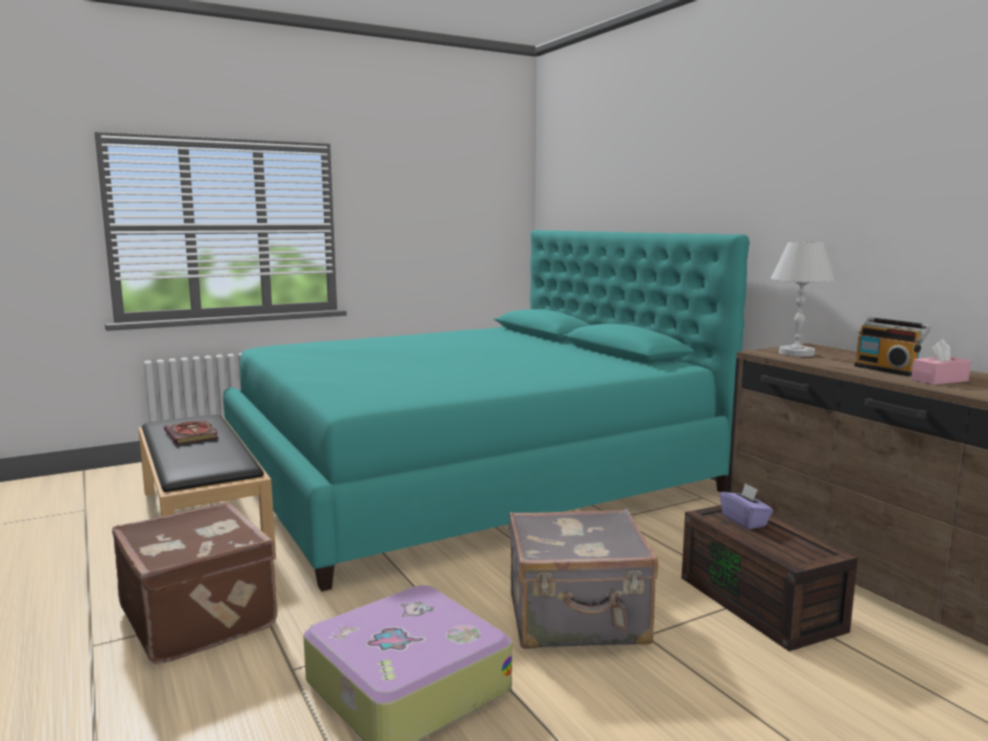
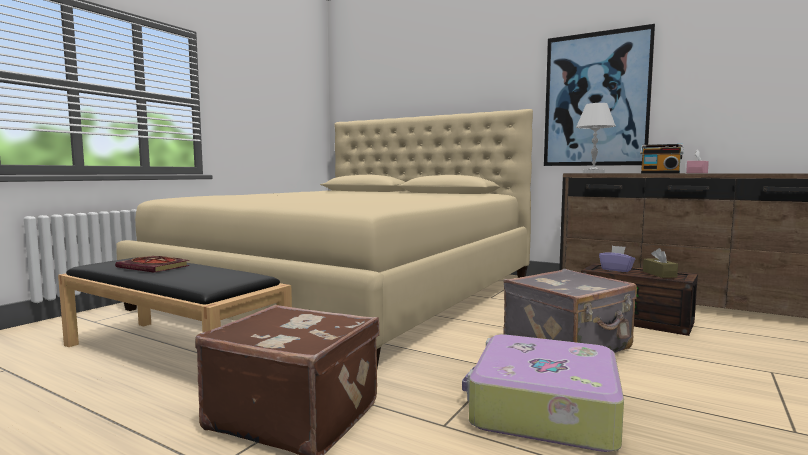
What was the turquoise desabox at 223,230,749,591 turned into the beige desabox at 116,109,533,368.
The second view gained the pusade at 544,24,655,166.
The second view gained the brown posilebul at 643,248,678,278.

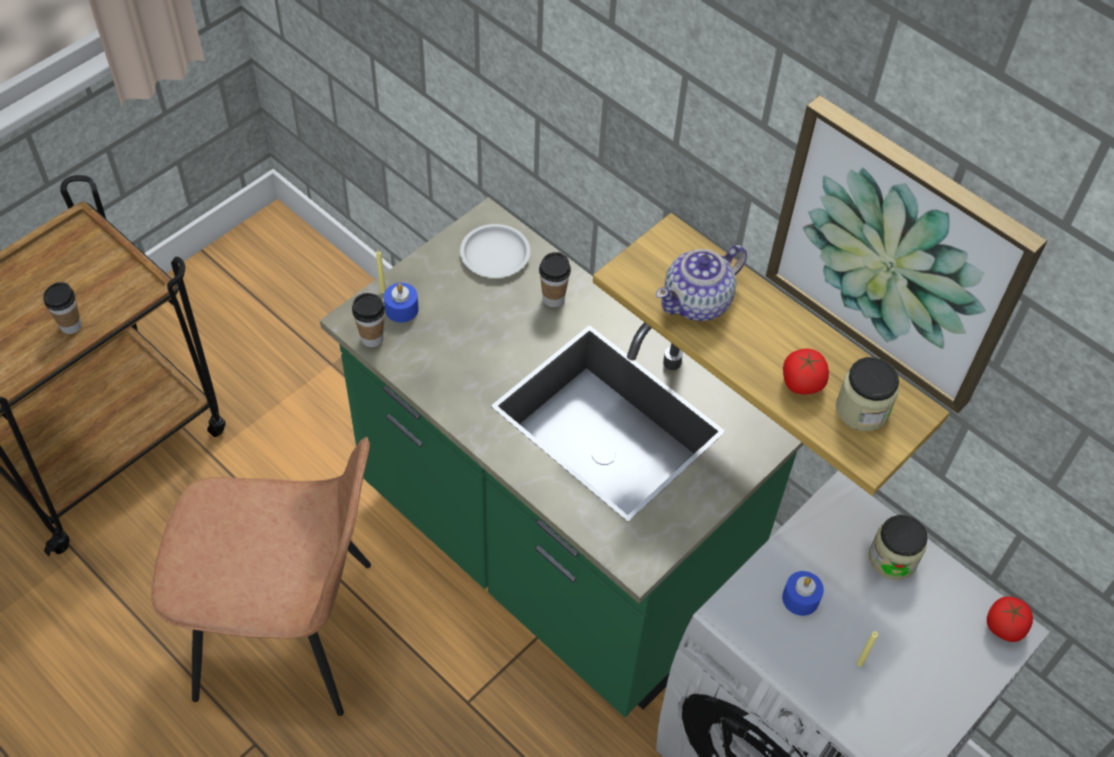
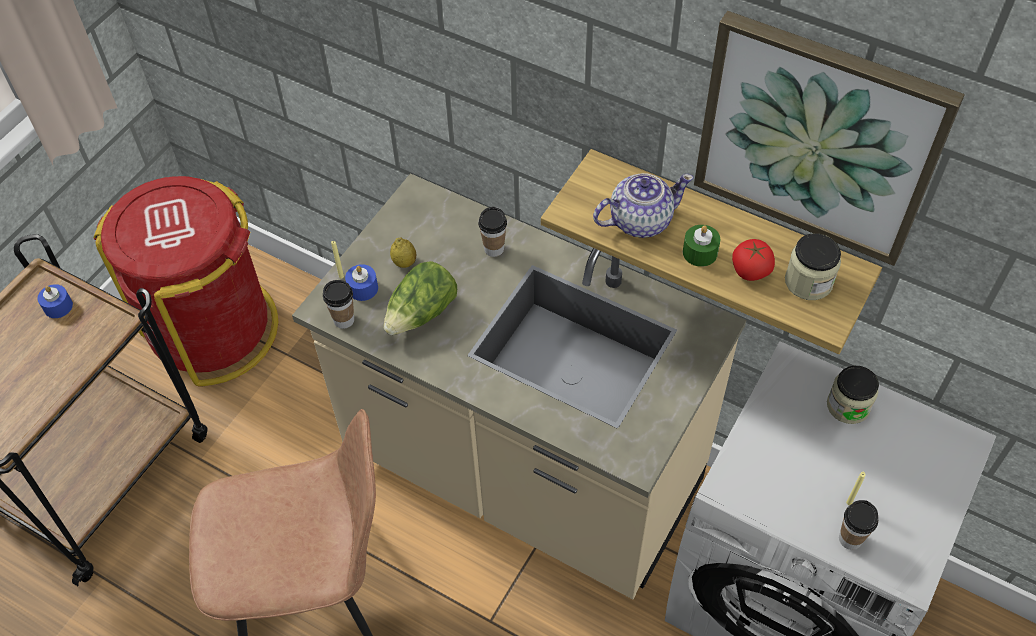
The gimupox ended up elsewhere, having gone from 43,282,82,334 to 839,500,878,550.
What was the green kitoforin at 320,197,804,717 turned into the beige kitoforin at 292,173,746,599.
The second view lost the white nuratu at 460,224,530,278.
The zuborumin at 656,245,747,321 ended up facing another way, 150 degrees counterclockwise from before.
The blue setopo ended up elsewhere, having gone from 782,571,824,616 to 37,284,73,318.
The second view lost the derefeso at 987,596,1033,642.
The second view gained the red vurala at 94,176,278,386.
The second view gained the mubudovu at 384,261,457,335.
The second view gained the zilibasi at 390,237,416,268.
The second view gained the green setopo at 683,225,720,267.

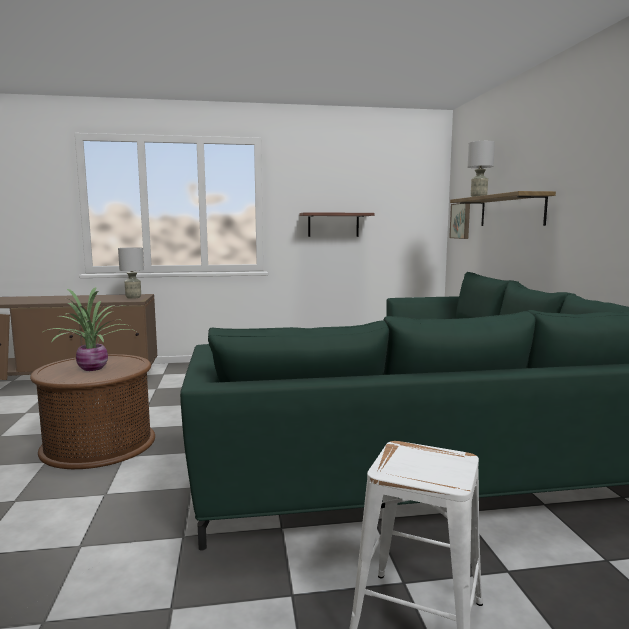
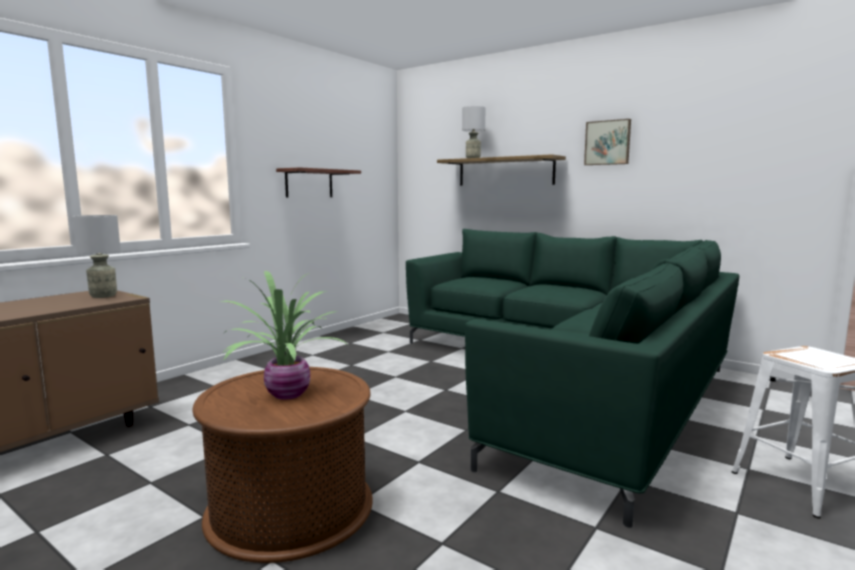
The pusade ended up elsewhere, having gone from 449,203,470,239 to 584,119,631,165.

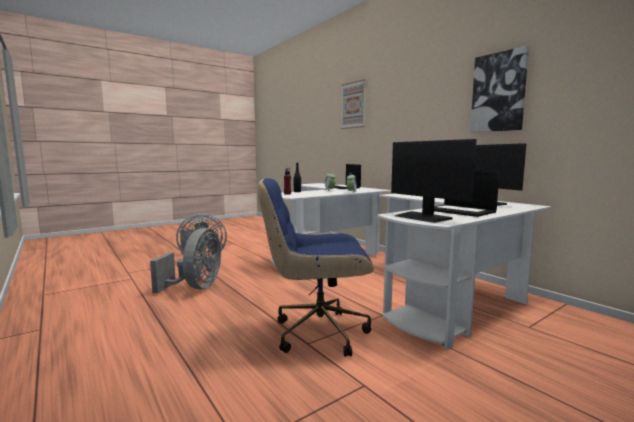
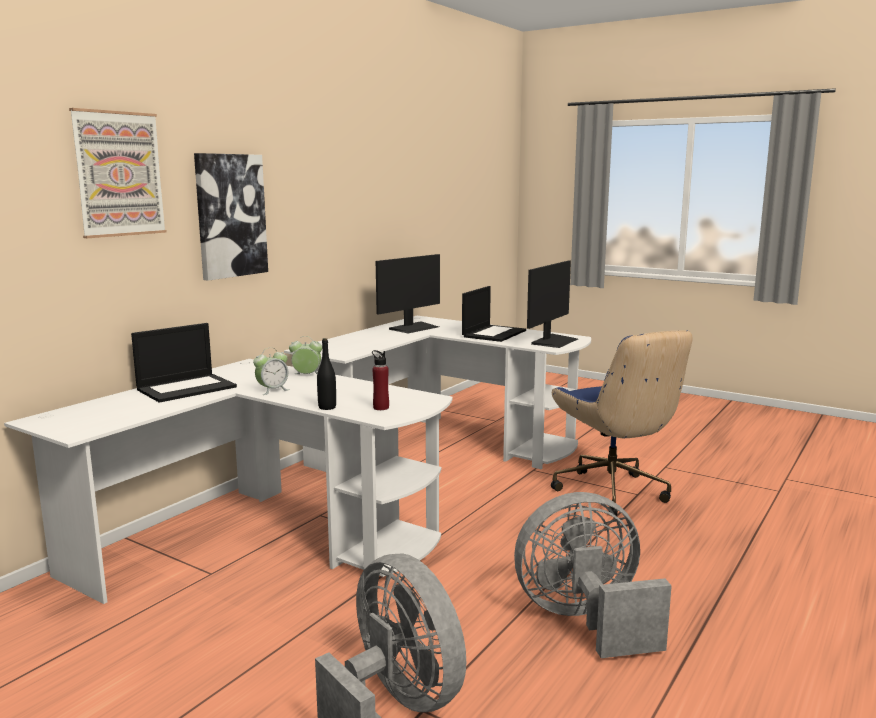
The pusade ended up elsewhere, having gone from 470,46,529,133 to 194,153,268,281.

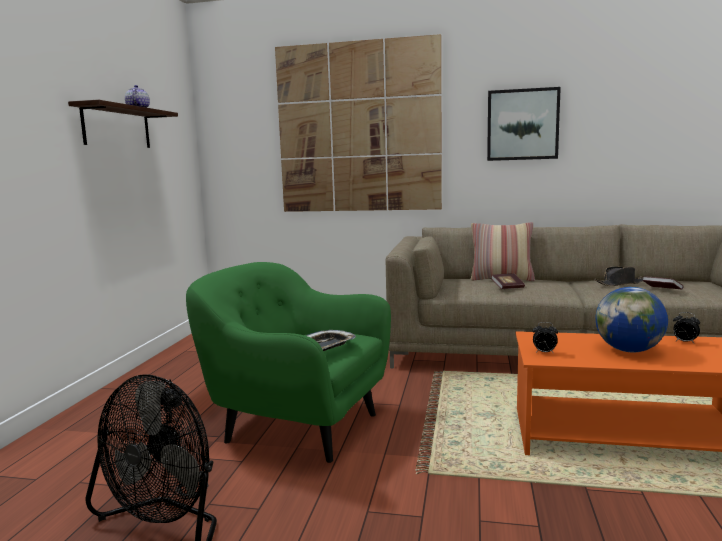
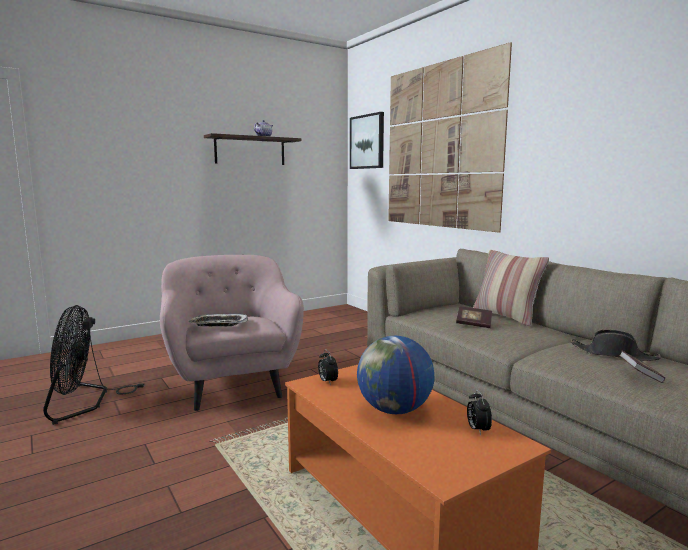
What was the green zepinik at 186,262,391,463 turned into the pink zepinik at 160,255,304,411.
The pusade ended up elsewhere, having gone from 487,87,561,161 to 350,112,384,169.

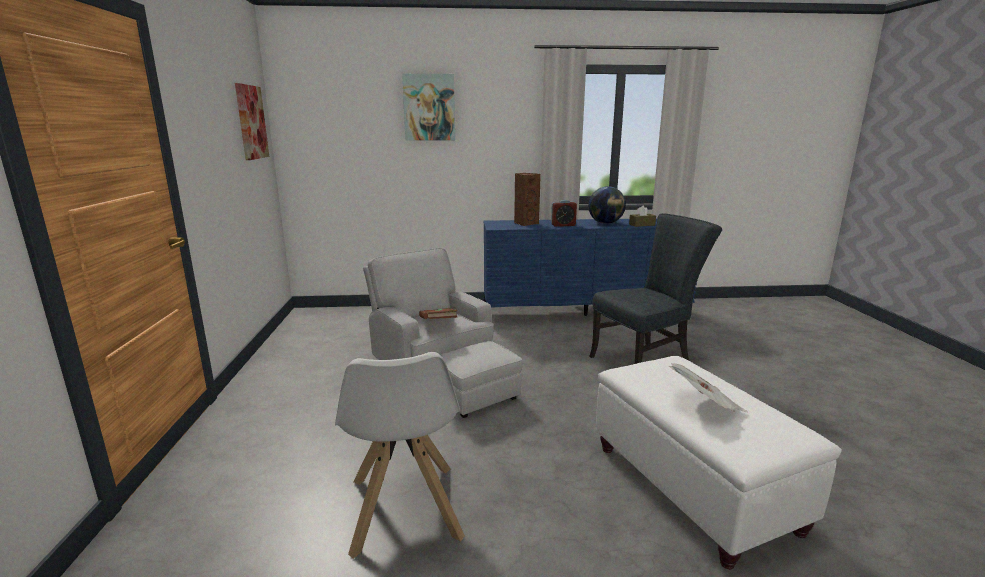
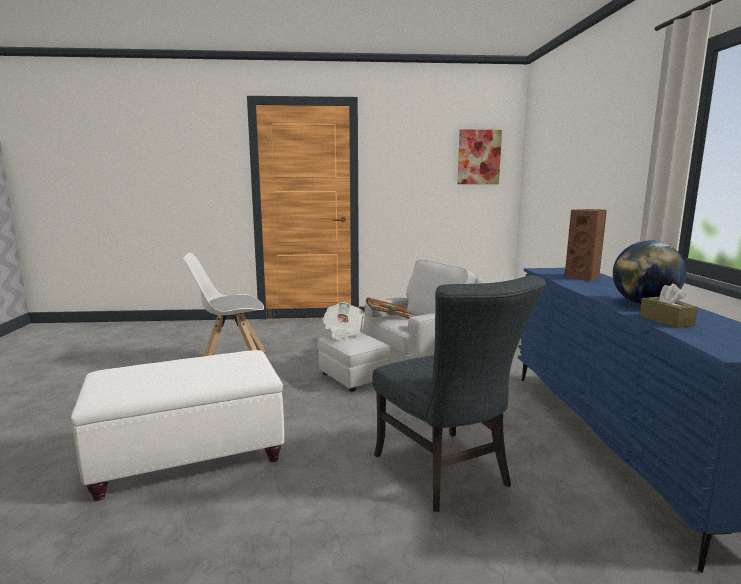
The second view lost the pusade at 402,74,455,140.
The second view lost the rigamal at 551,200,577,227.
The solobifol ended up elsewhere, having gone from 669,363,748,412 to 322,302,365,339.

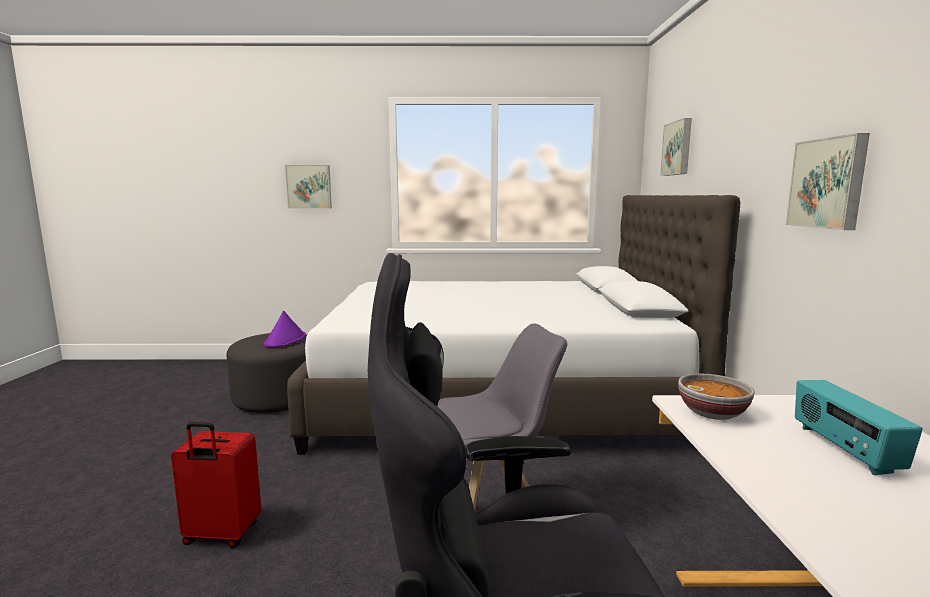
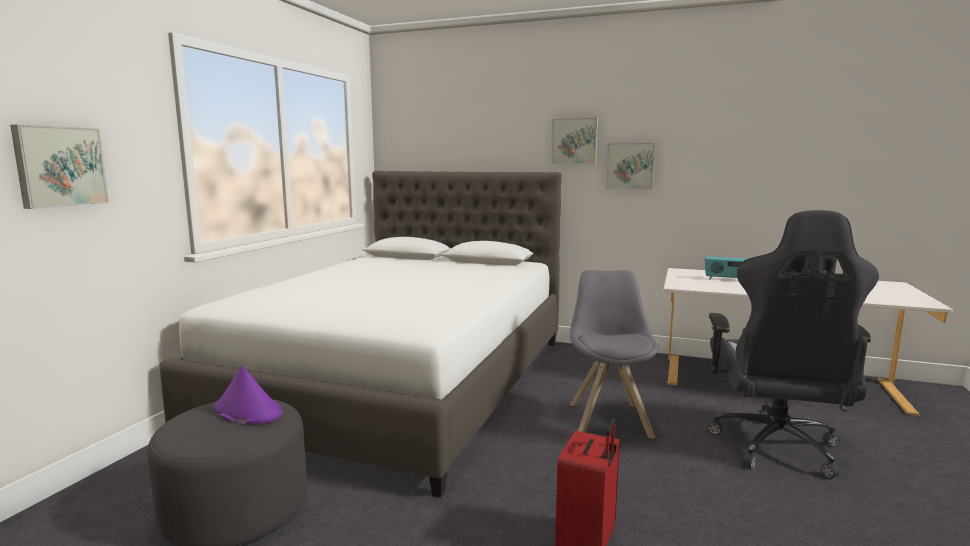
The pusade ended up elsewhere, having gone from 660,118,692,176 to 551,118,598,164.
The second view lost the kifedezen at 678,374,755,420.

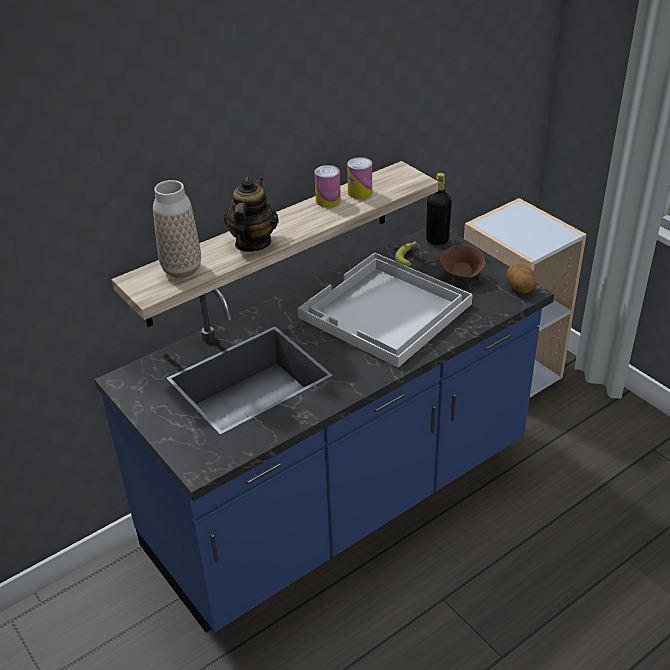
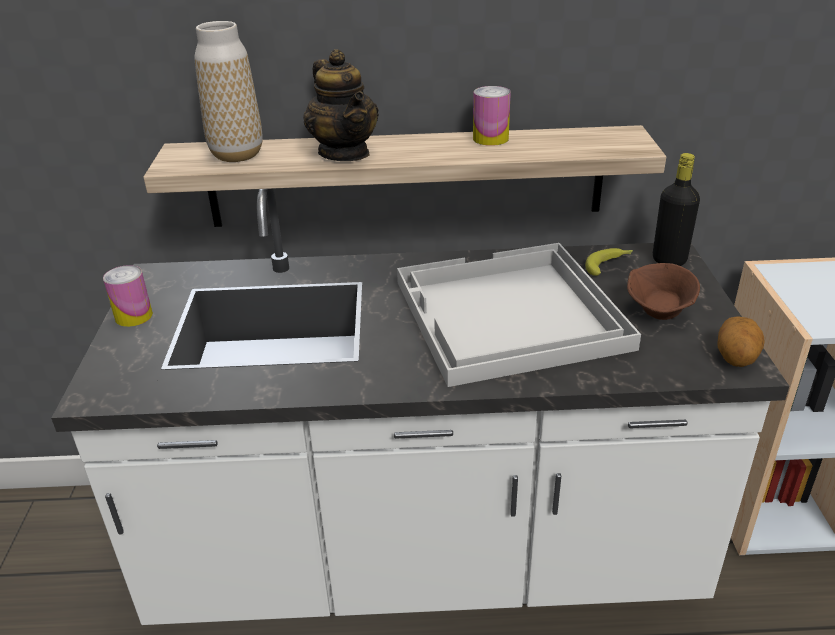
What was the blue kitoforin at 94,228,554,632 turned into the white kitoforin at 51,189,789,625.
The zuborumin at 224,177,279,252 ended up facing another way, 105 degrees clockwise from before.
The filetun ended up elsewhere, having gone from 347,157,372,199 to 103,265,153,327.

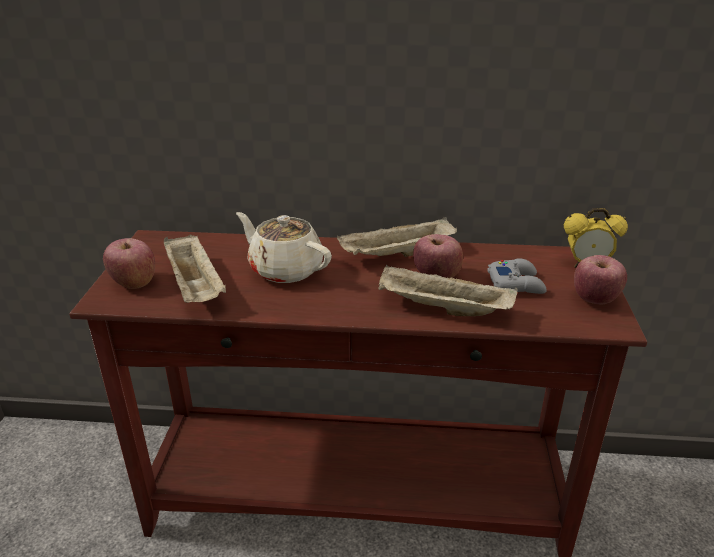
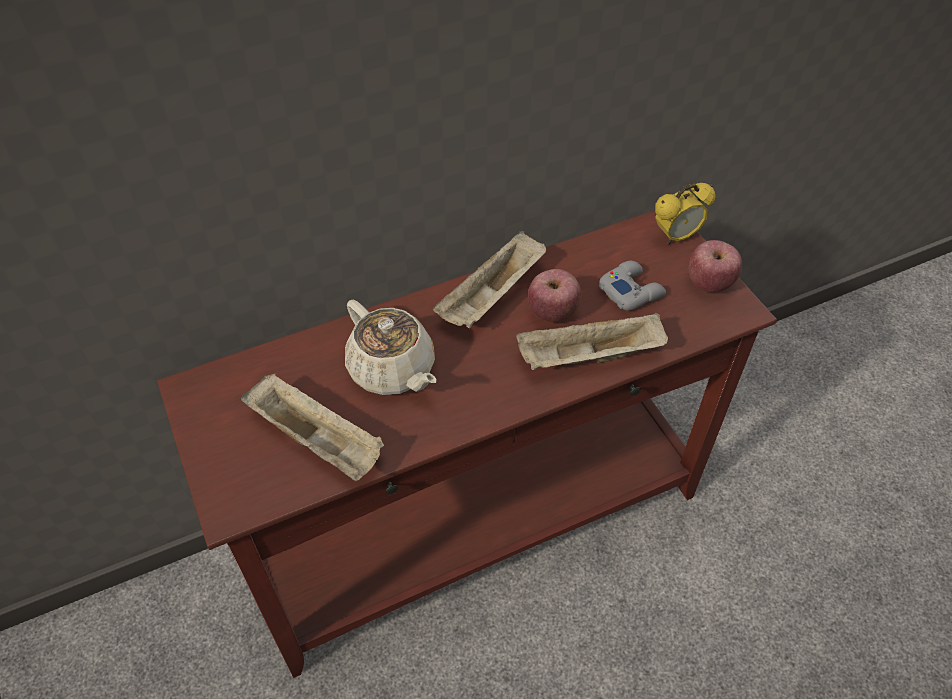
The second view lost the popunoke at 103,238,155,289.
The beige zuborumin at 236,212,332,283 ended up facing another way, 135 degrees counterclockwise from before.

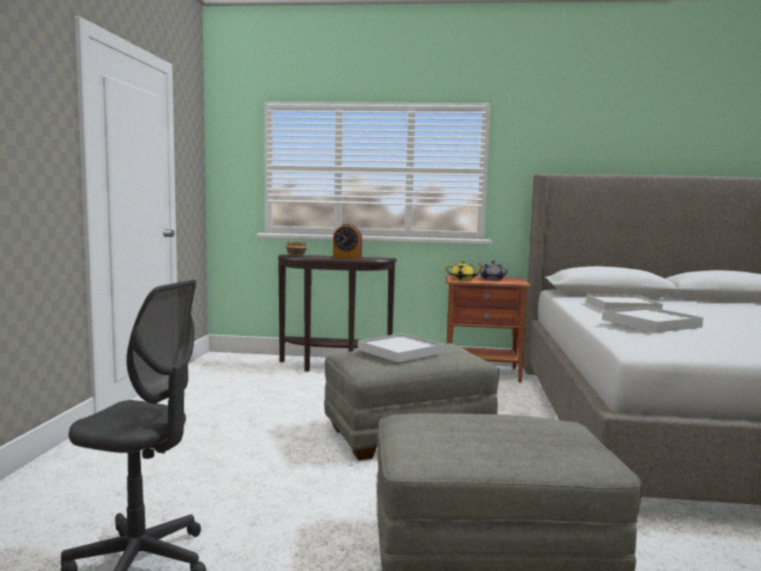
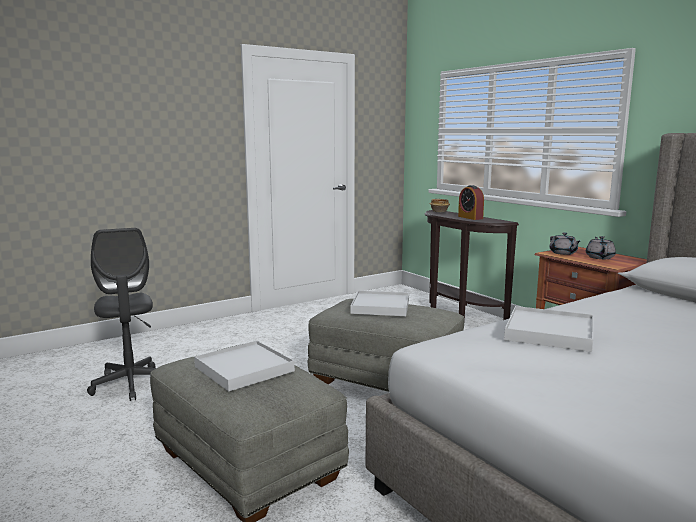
What was the yellow zuborumin at 445,261,483,281 turned into the grey zuborumin at 549,232,580,255.
The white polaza ended up elsewhere, having gone from 586,294,663,310 to 194,341,295,391.

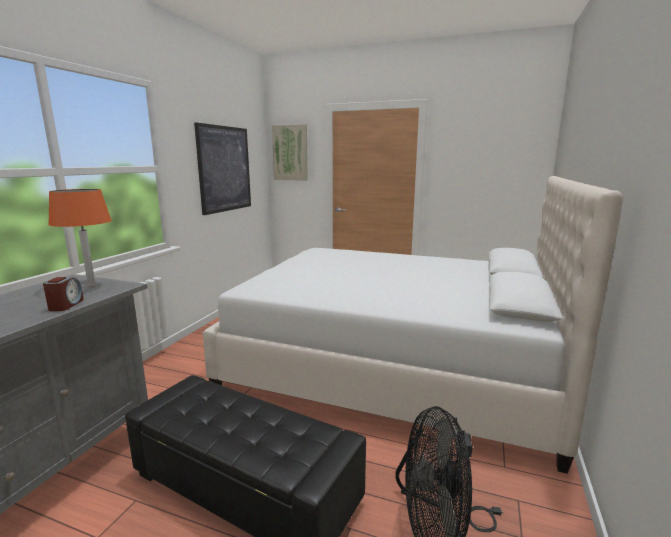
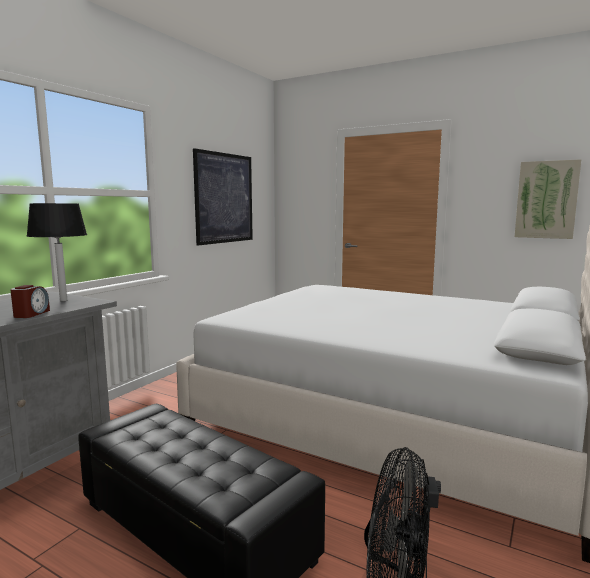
What was the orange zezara at 48,189,112,287 turned into the black zezara at 27,203,87,302.
The pusade ended up elsewhere, having gone from 272,124,308,181 to 514,159,581,239.

